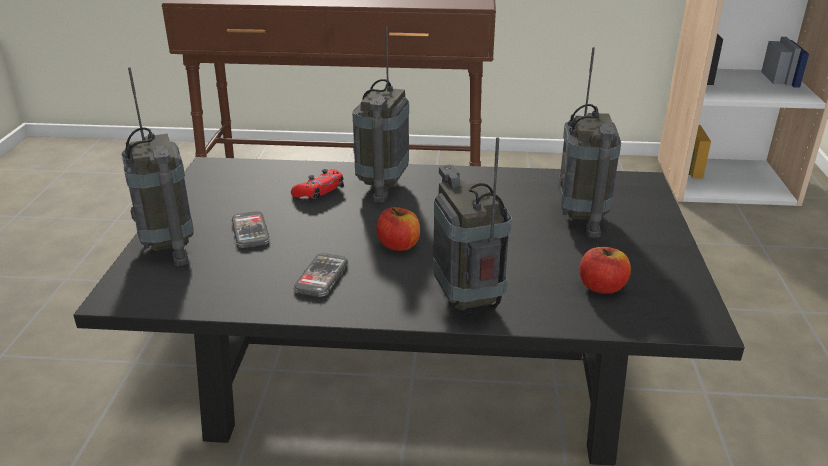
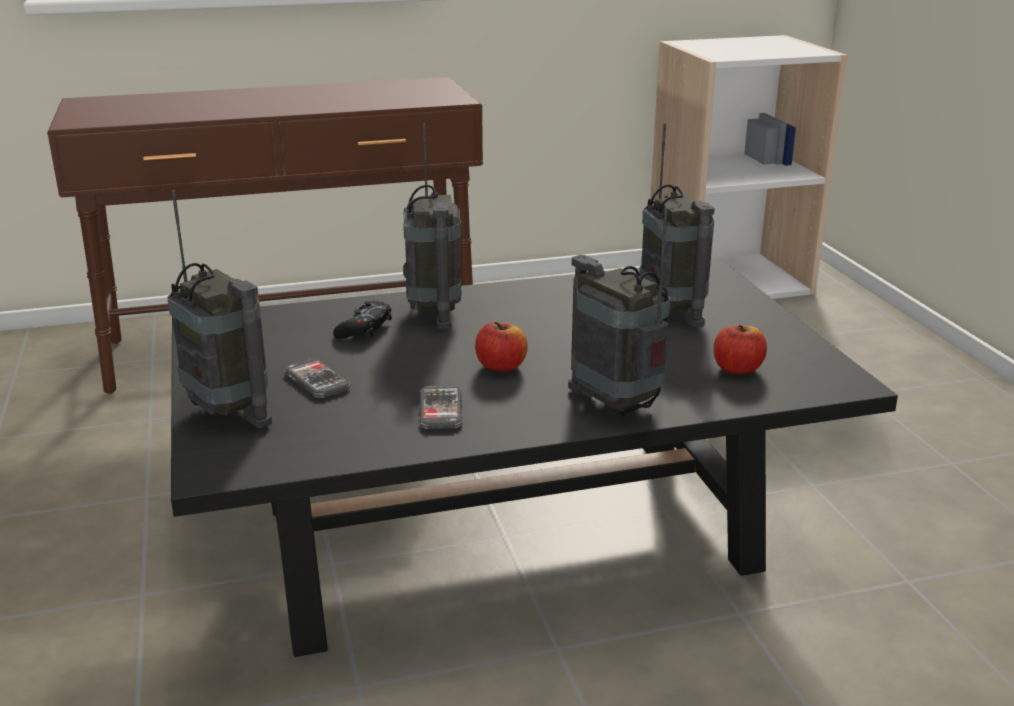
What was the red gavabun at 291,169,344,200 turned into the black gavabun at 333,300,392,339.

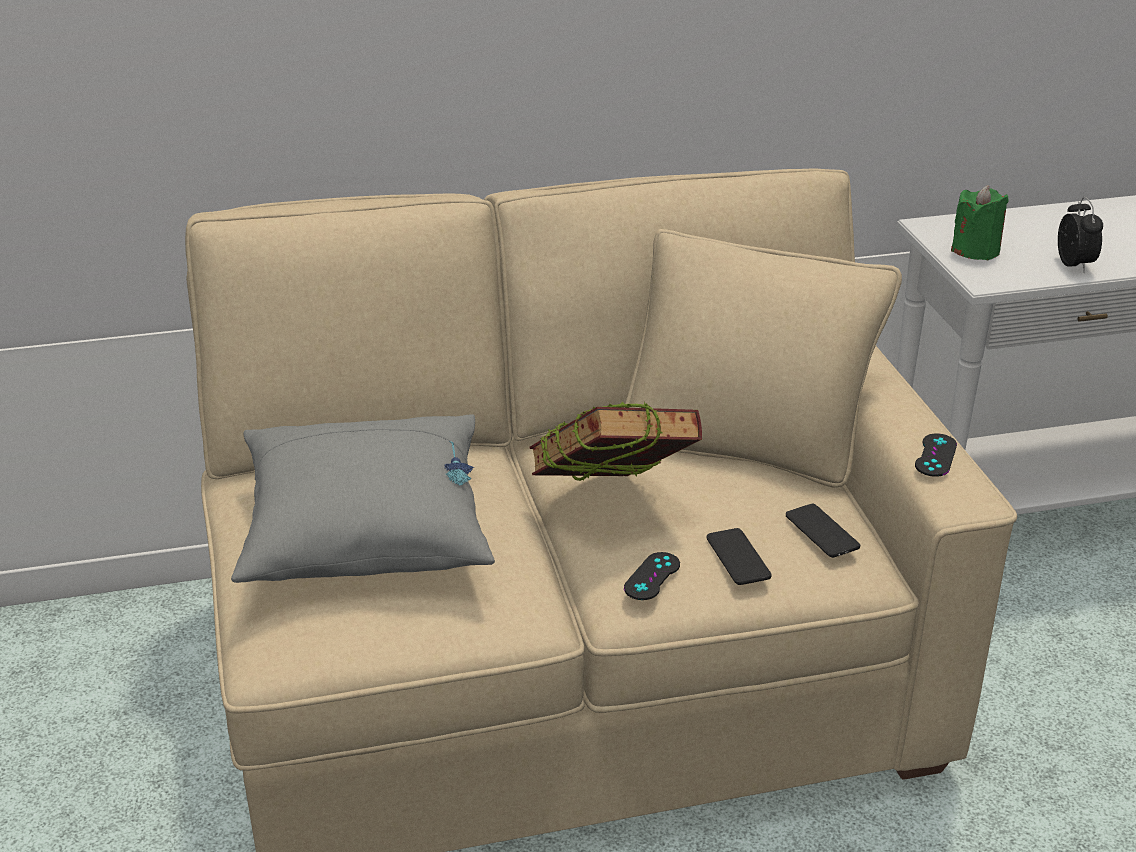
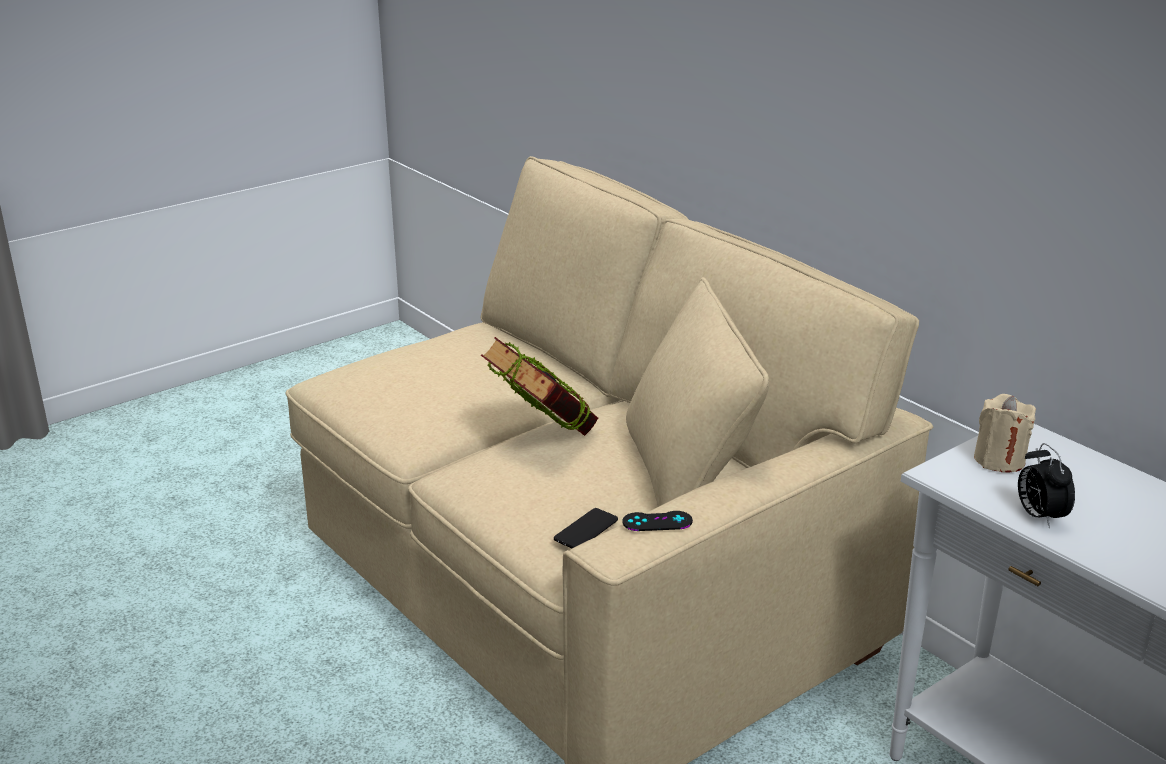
The second view lost the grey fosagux at 231,414,495,583.
The second view lost the black gavabun at 624,552,680,600.
The second view lost the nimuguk at 706,528,772,585.
What was the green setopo at 951,185,1009,260 turned into the beige setopo at 974,394,1036,473.
The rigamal at 1058,197,1103,274 ended up facing another way, 105 degrees clockwise from before.

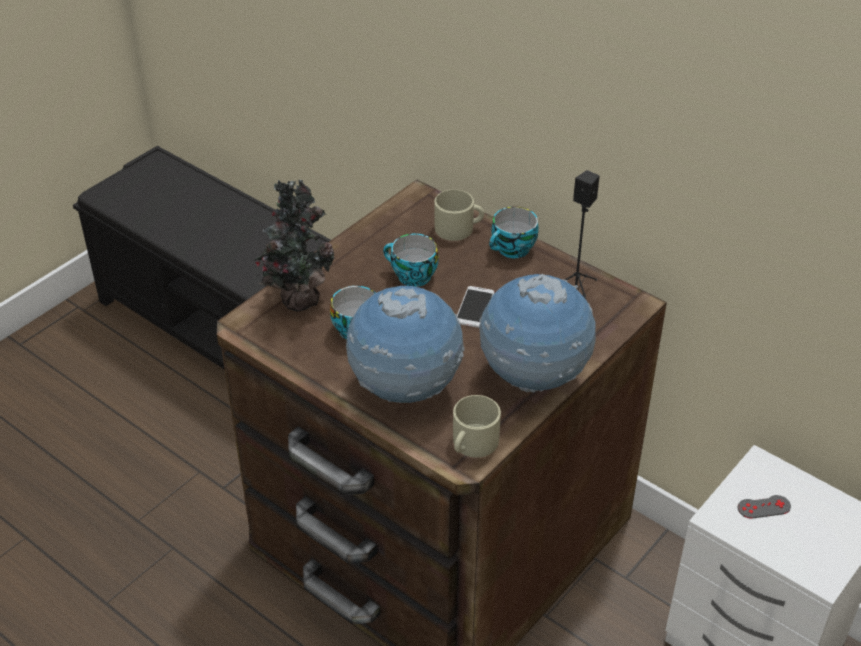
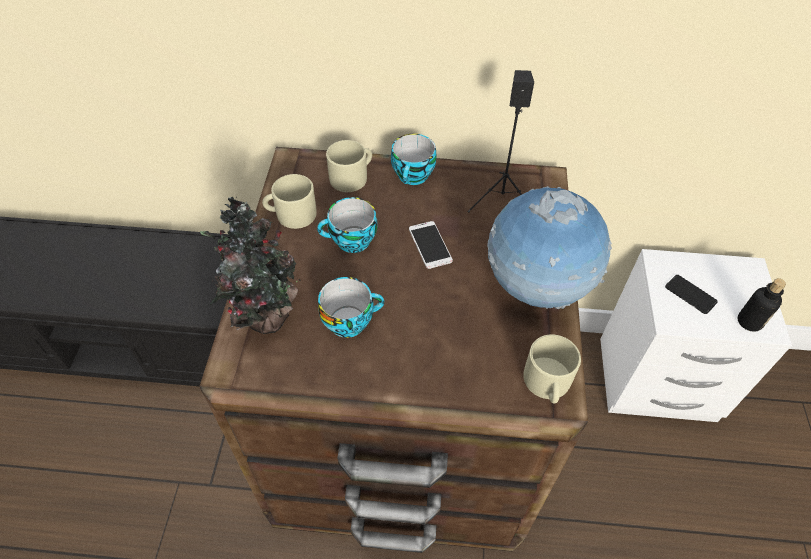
The second view lost the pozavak at 346,286,464,403.
Where the grey gavabun stood at 738,495,791,519, the nimuguk came to stand at 665,275,718,314.
The second view gained the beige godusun at 262,174,317,229.
The second view gained the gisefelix at 738,278,786,332.

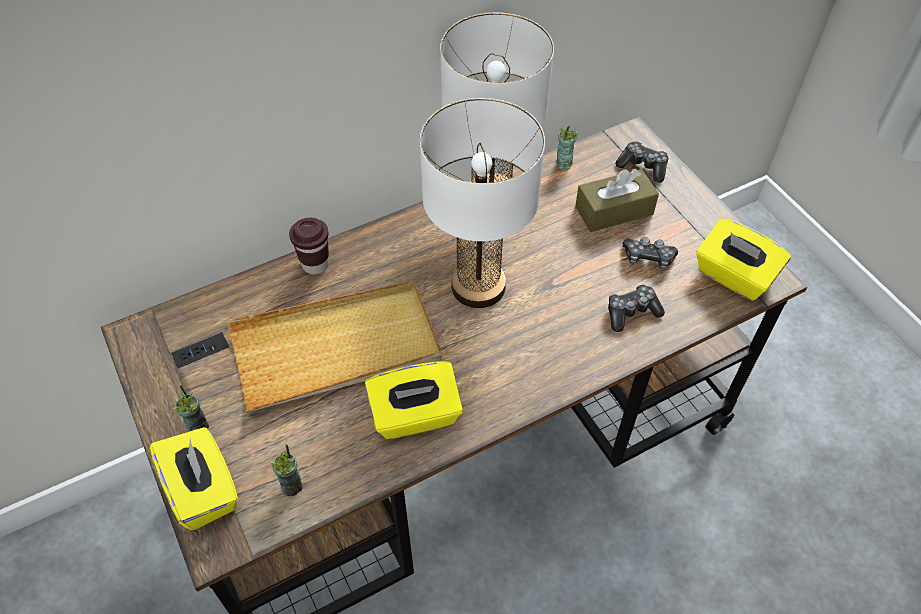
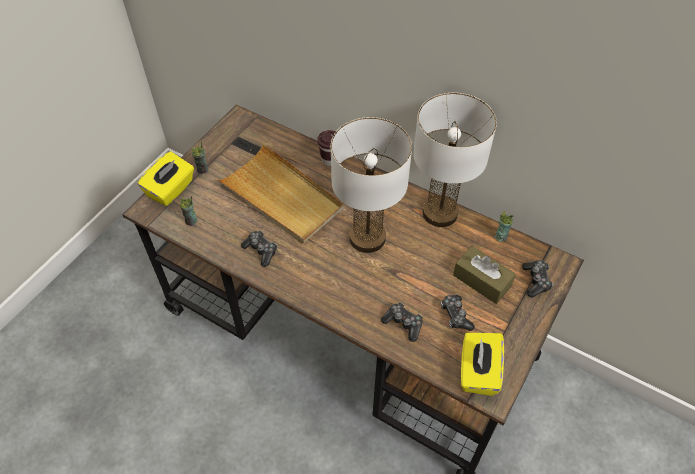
Where the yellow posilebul stood at 365,362,463,439, the gavabun came to stand at 241,231,277,267.

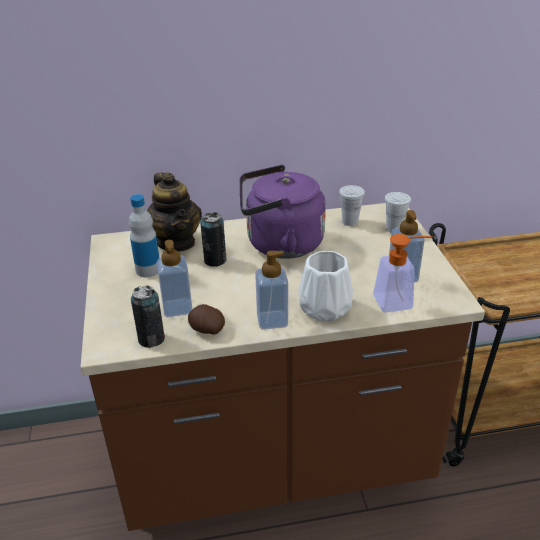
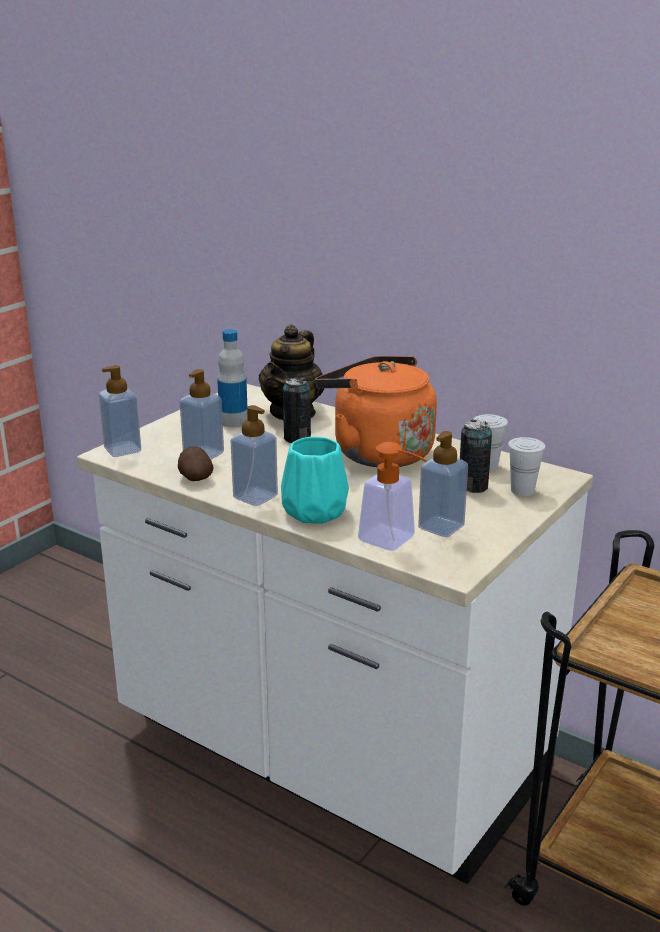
What was the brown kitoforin at 81,203,485,531 turned into the white kitoforin at 77,384,593,884.
The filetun ended up elsewhere, having gone from 131,286,165,348 to 460,420,492,493.
What was the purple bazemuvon at 240,165,326,259 turned into the orange bazemuvon at 315,356,437,467.
What was the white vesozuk at 298,251,353,321 turned into the turquoise vesozuk at 281,437,349,524.
The second view gained the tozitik at 99,365,141,457.

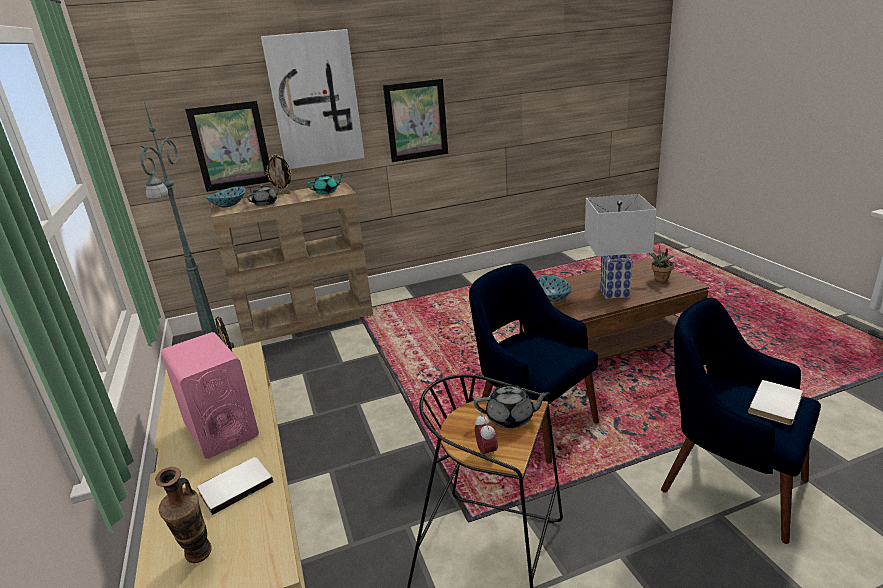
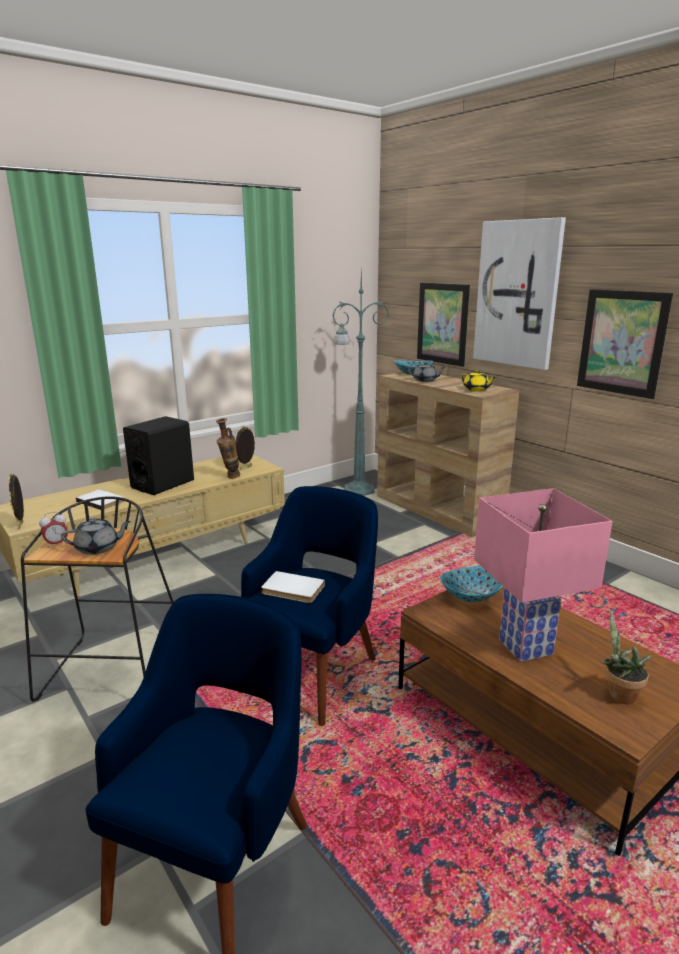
The vesozuk ended up elsewhere, having gone from 155,467,212,563 to 216,418,240,479.
What was the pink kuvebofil at 161,332,259,459 turned into the black kuvebofil at 123,416,194,495.
The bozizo ended up elsewhere, having gone from 265,154,292,195 to 8,473,24,529.
What was the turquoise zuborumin at 307,174,343,194 turned into the yellow zuborumin at 460,370,495,391.
The grey zuborumin at 474,385,550,429 ended up facing another way, 90 degrees counterclockwise from before.
What was the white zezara at 585,194,657,299 turned into the pink zezara at 474,488,613,662.
The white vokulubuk ended up elsewhere, having gone from 748,380,803,425 to 261,571,325,603.

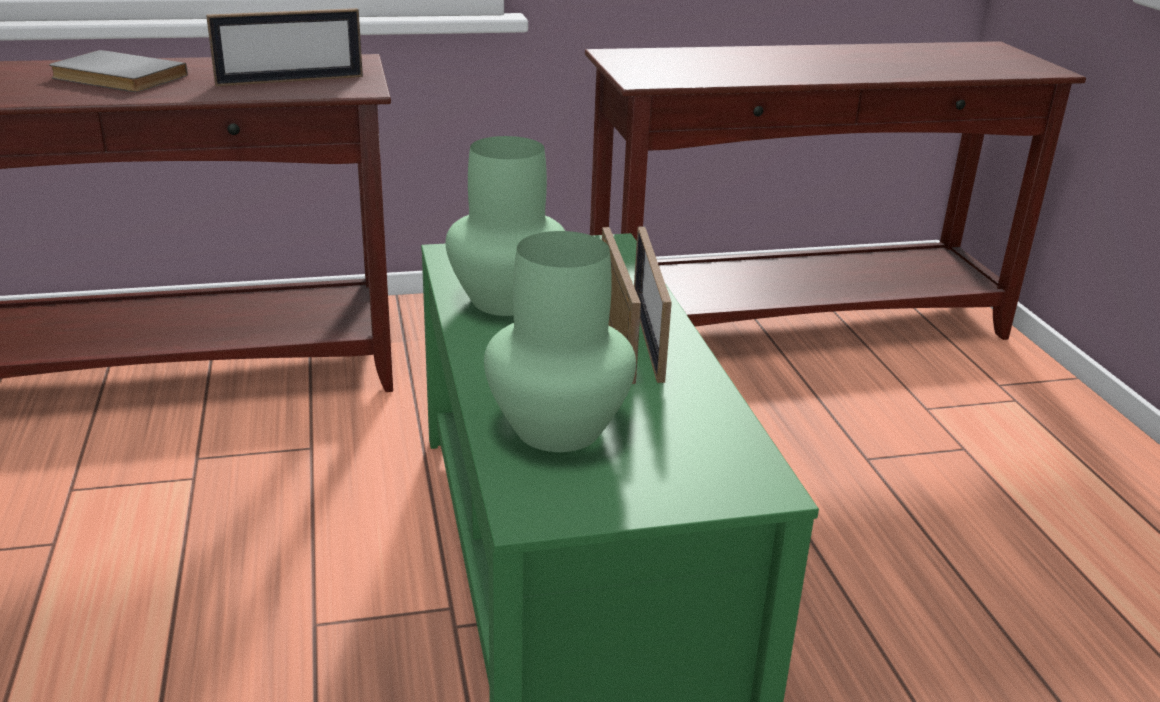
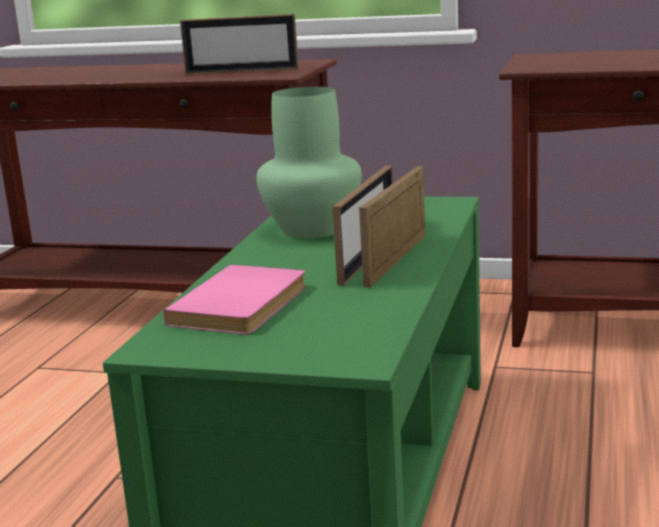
The second view lost the grey vokulubuk at 49,50,188,92.
Where the green vesozuk stood at 484,231,636,452, the pink vokulubuk came to stand at 163,265,306,334.

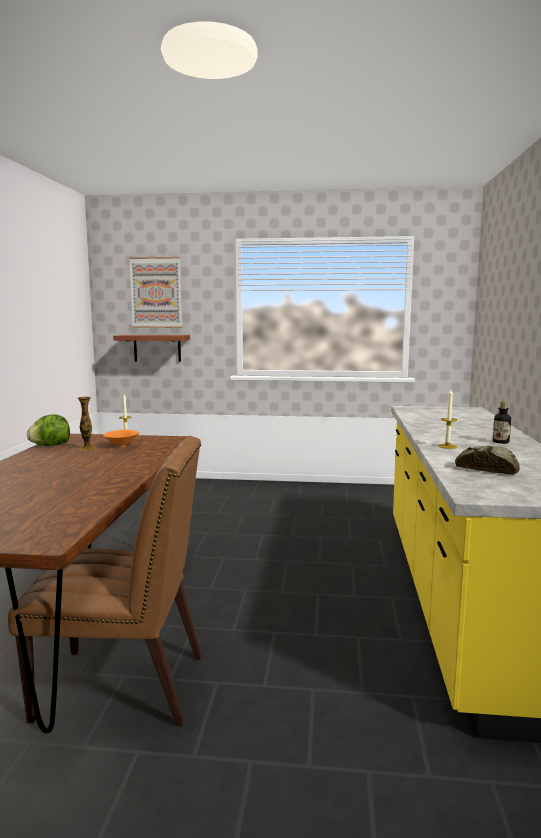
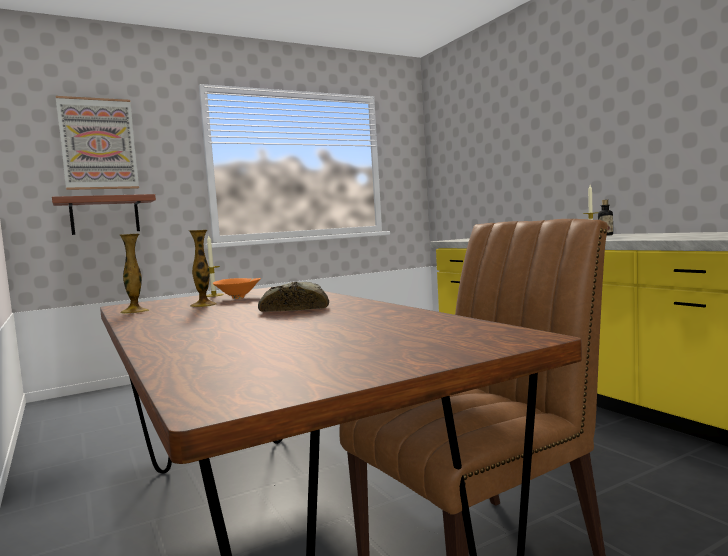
Where the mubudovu stood at 27,414,70,446, the vesozuk came to stand at 120,234,149,314.
The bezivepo ended up elsewhere, having gone from 455,446,520,475 to 258,282,329,312.

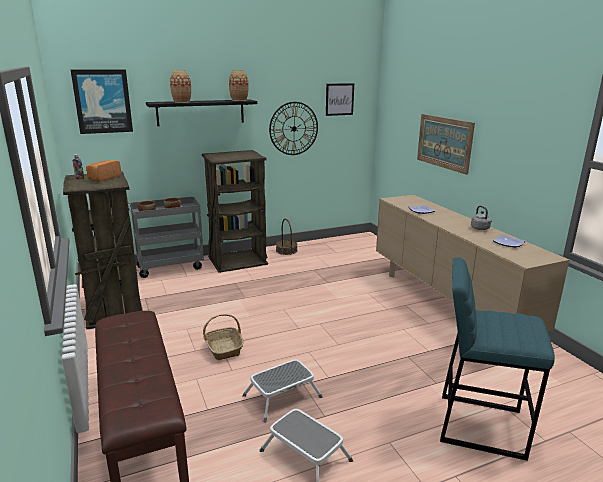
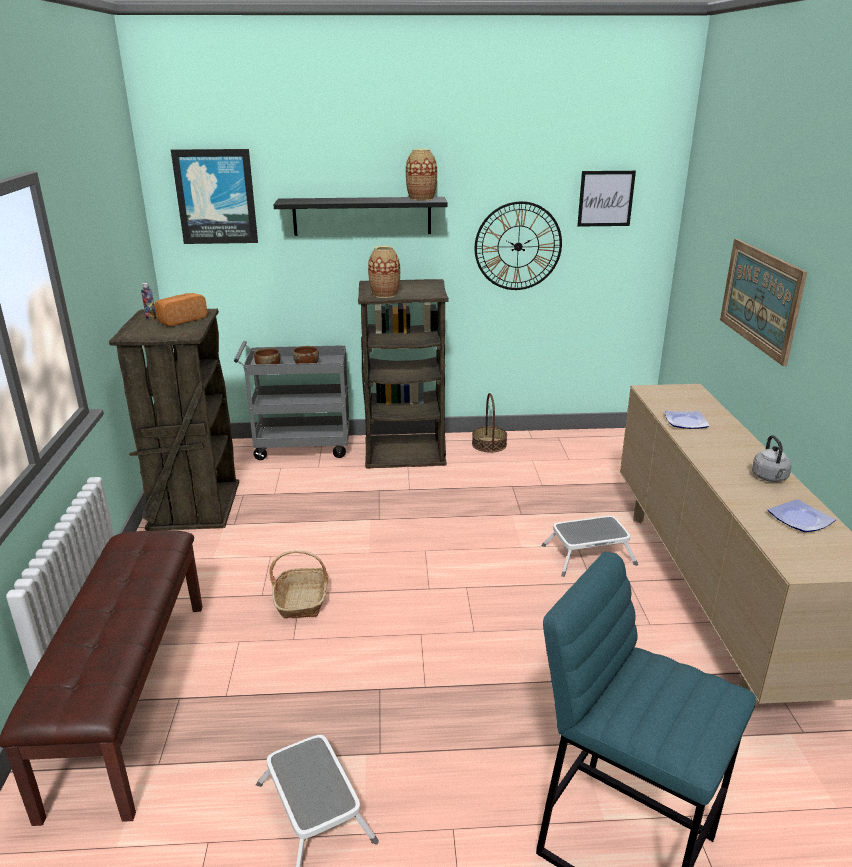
The vesozuk ended up elsewhere, having gone from 170,70,191,103 to 368,245,400,298.
The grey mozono ended up elsewhere, having gone from 242,359,323,423 to 541,516,638,577.

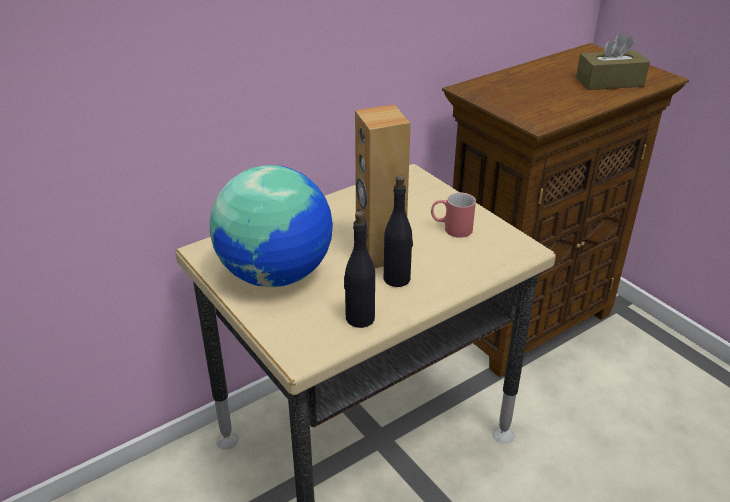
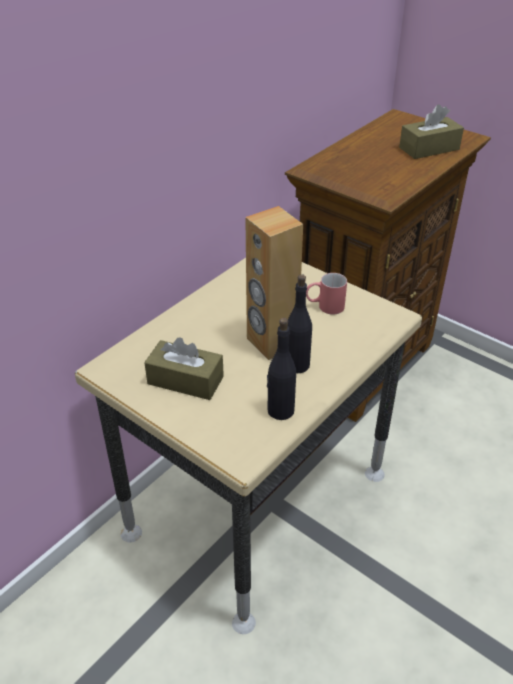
Where the pozavak stood at 210,165,333,287, the brown posilebul came to stand at 144,337,224,400.

